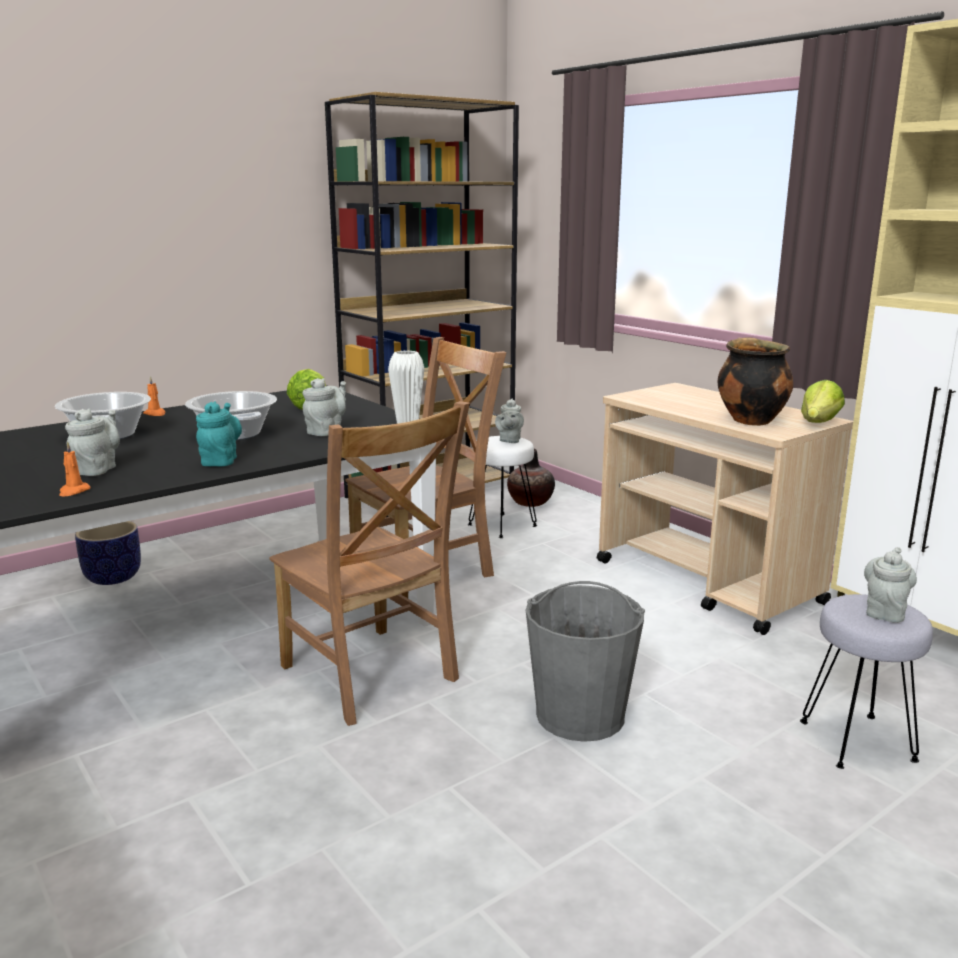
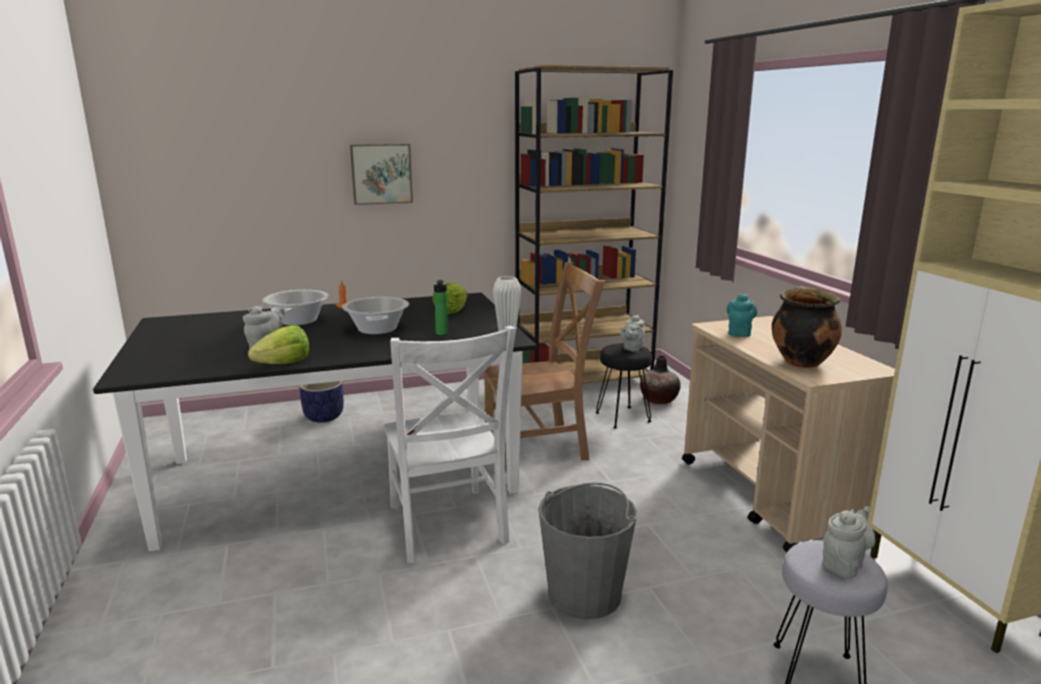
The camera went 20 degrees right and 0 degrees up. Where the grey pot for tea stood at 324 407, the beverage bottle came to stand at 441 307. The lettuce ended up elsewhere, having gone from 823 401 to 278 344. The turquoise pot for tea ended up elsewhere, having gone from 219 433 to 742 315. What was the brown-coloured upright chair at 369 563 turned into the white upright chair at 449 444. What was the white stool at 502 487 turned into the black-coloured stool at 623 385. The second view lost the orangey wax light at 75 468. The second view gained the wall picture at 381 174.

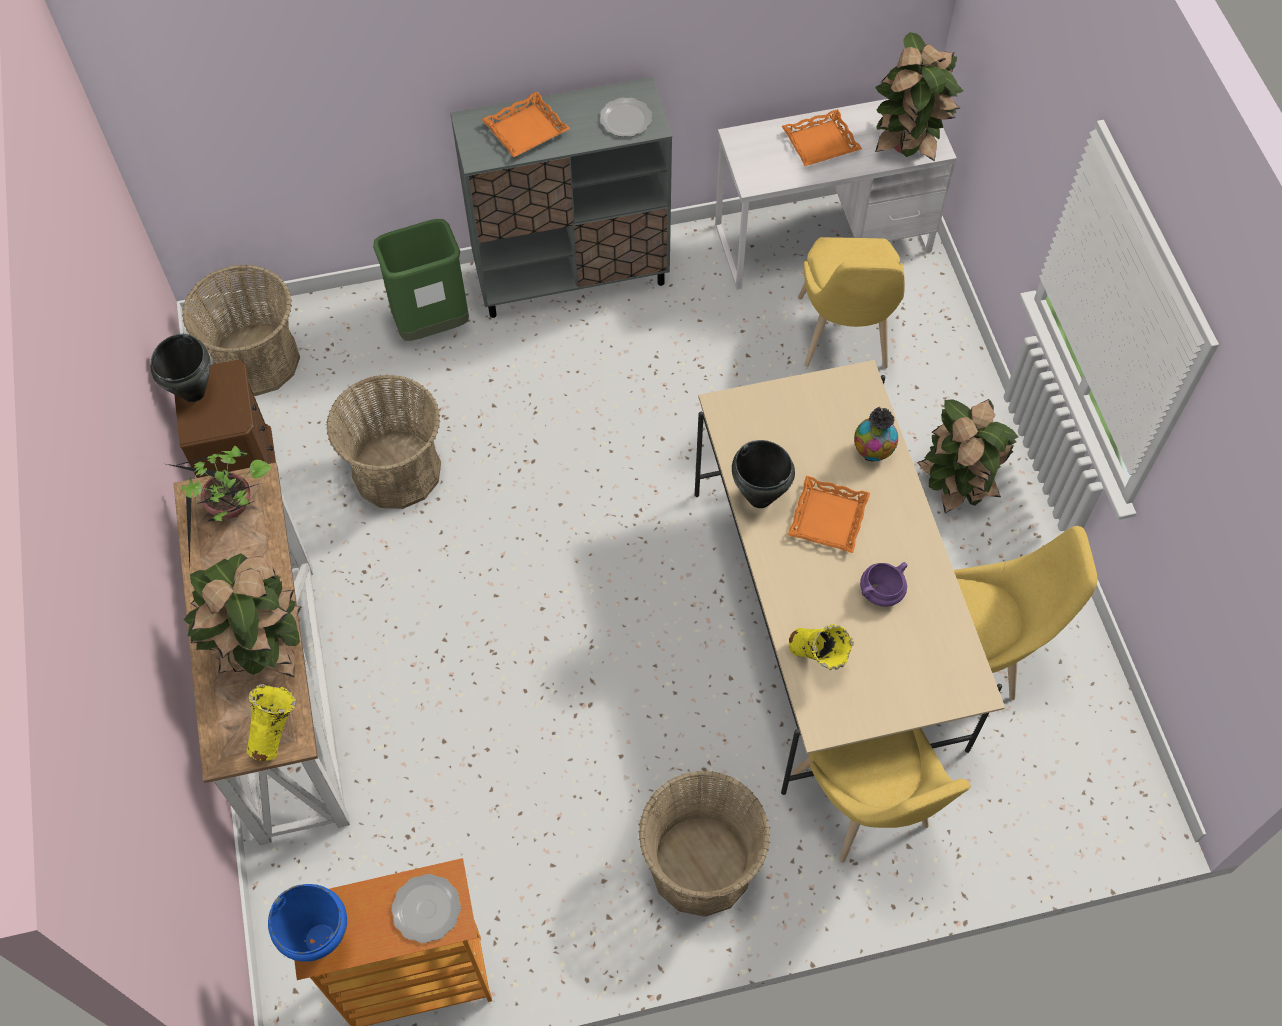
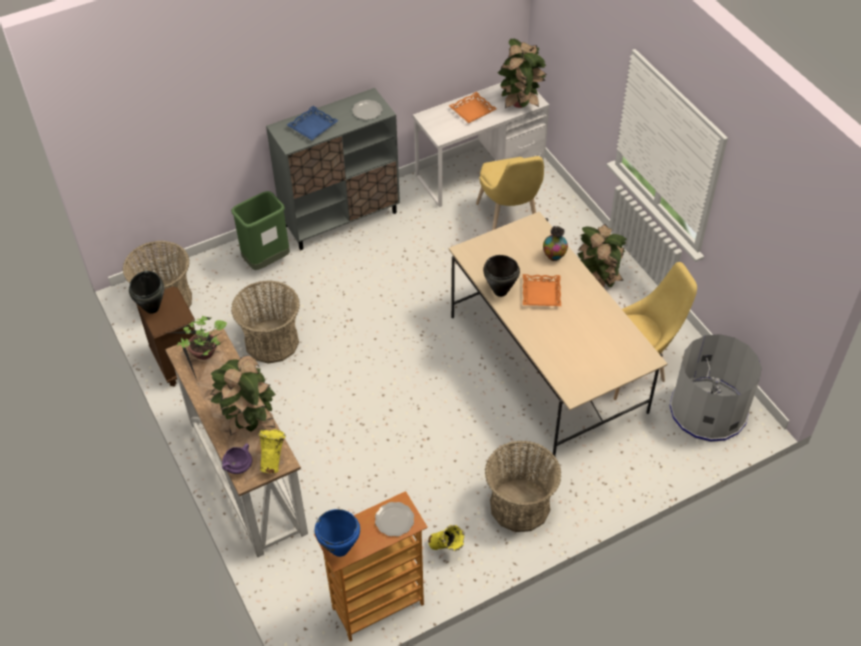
The camera went 15 degrees left and 10 degrees down. What was the orangey serving tray at 525 124 turned into the bluish serving tray at 313 123. The purple stockpot ended up elsewhere, having gone from 883 584 to 237 458. The yellowish decorative vase ended up elsewhere, having gone from 821 647 to 446 538. The second view lost the yellowish upright chair at 881 795. The second view gained the grey rubbish bin at 716 388.

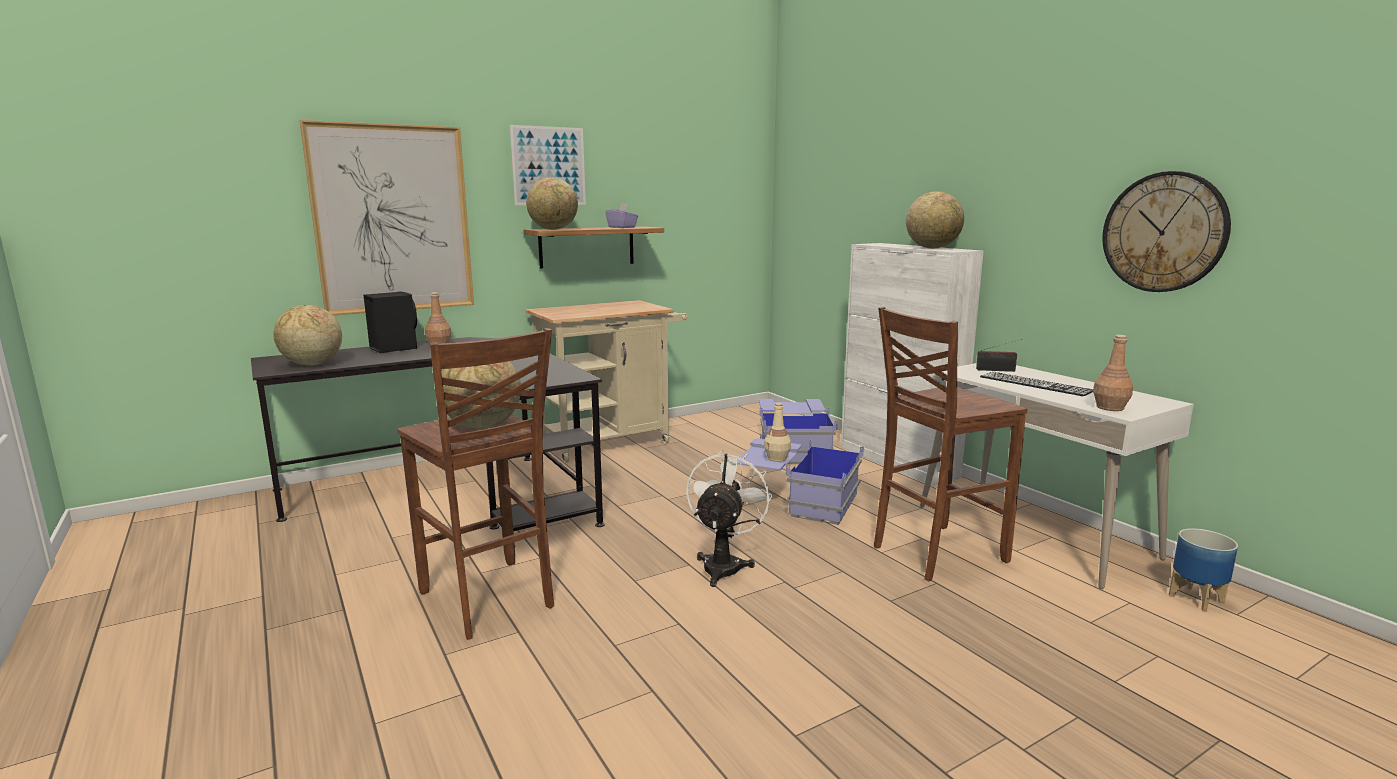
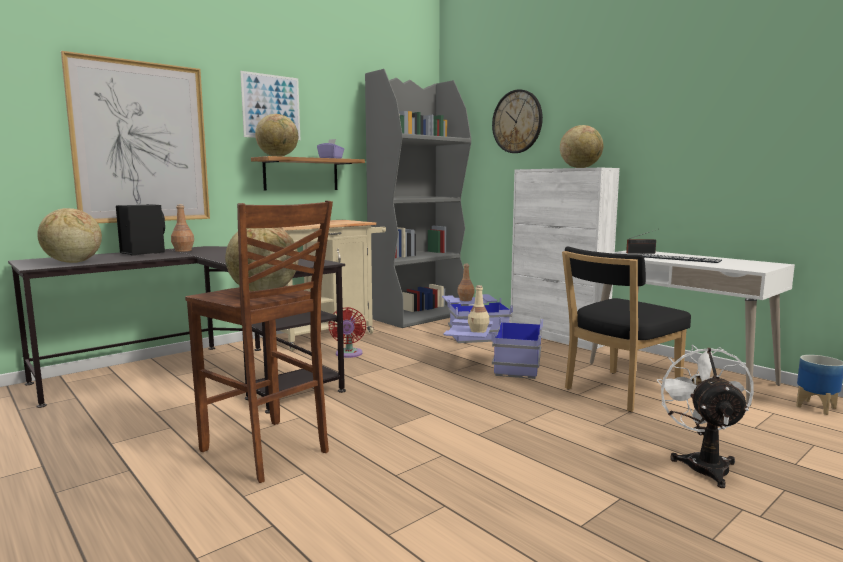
The camera went 10 degrees left and 5 degrees down. The clock on the wall ended up elsewhere, having gone from 1167 231 to 517 121. Where the brown-coloured stool stood at 950 444, the black-coloured upright chair came to stand at 626 329. The brown-coloured beverage bottle ended up elsewhere, having gone from 1113 373 to 465 282. The white electric fan ended up elsewhere, having gone from 729 518 to 705 416. The second view gained the grey bookcase at 418 198. The second view gained the reddish electric fan at 347 332.

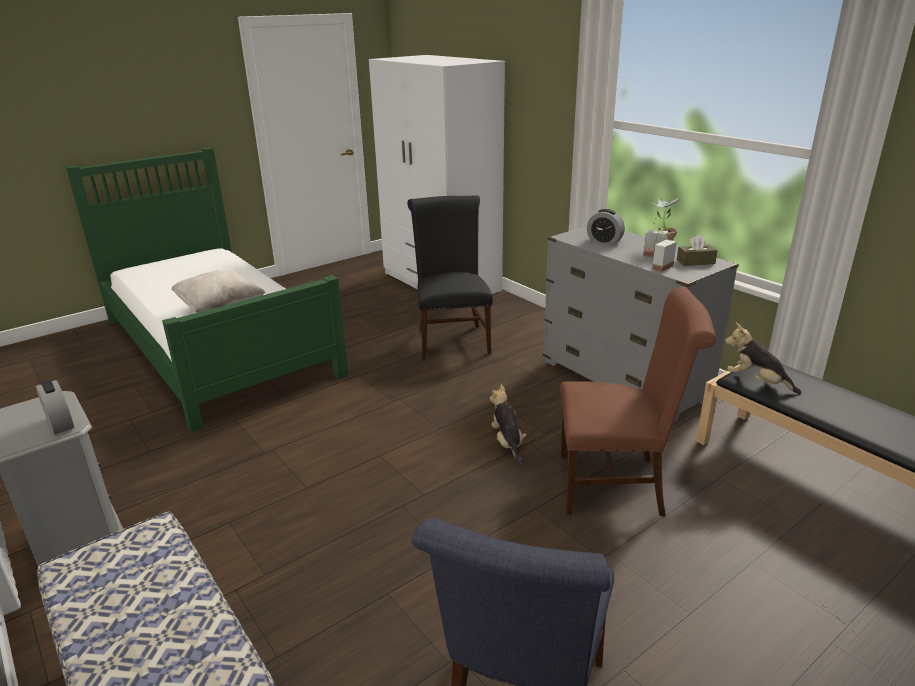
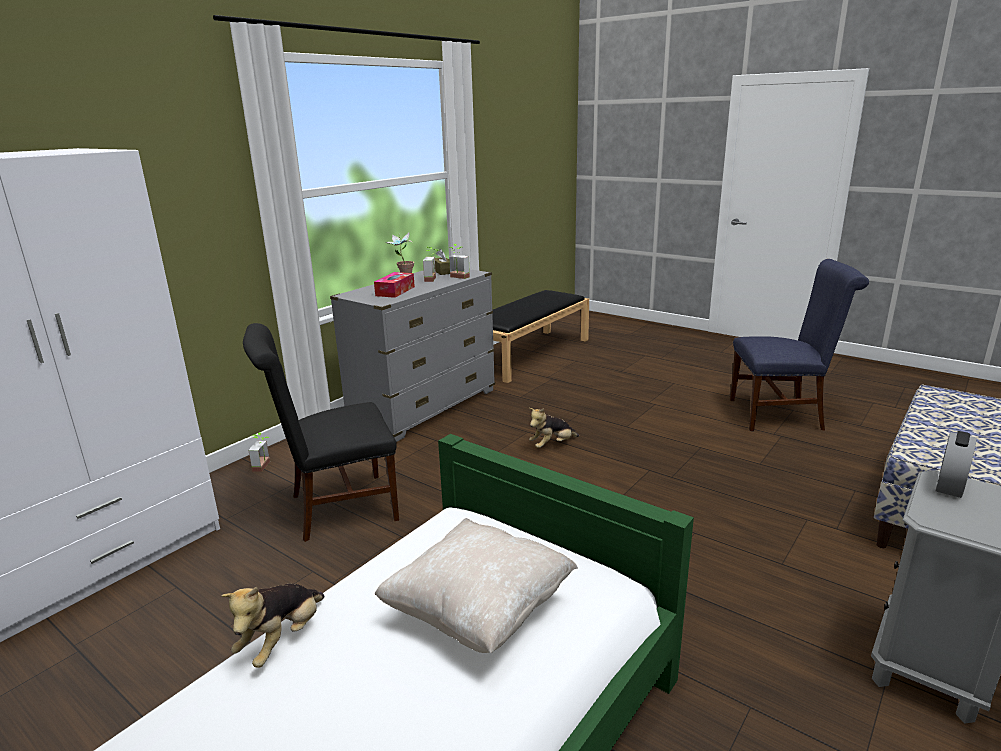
The camera went 105 degrees left and 5 degrees down. Where the alarm clock stood at 606 227, the box of tissues came to stand at 394 285. The second view lost the brown-coloured upright chair at 638 402. The plush toy ended up elsewhere, having gone from 763 358 to 273 625. The second view gained the houseplant at 259 452.

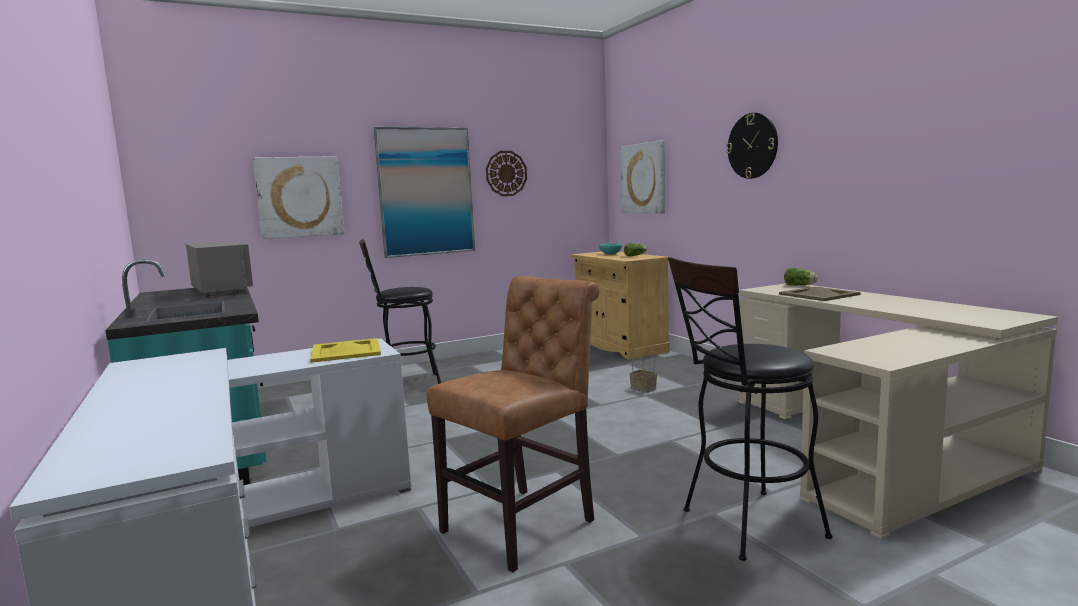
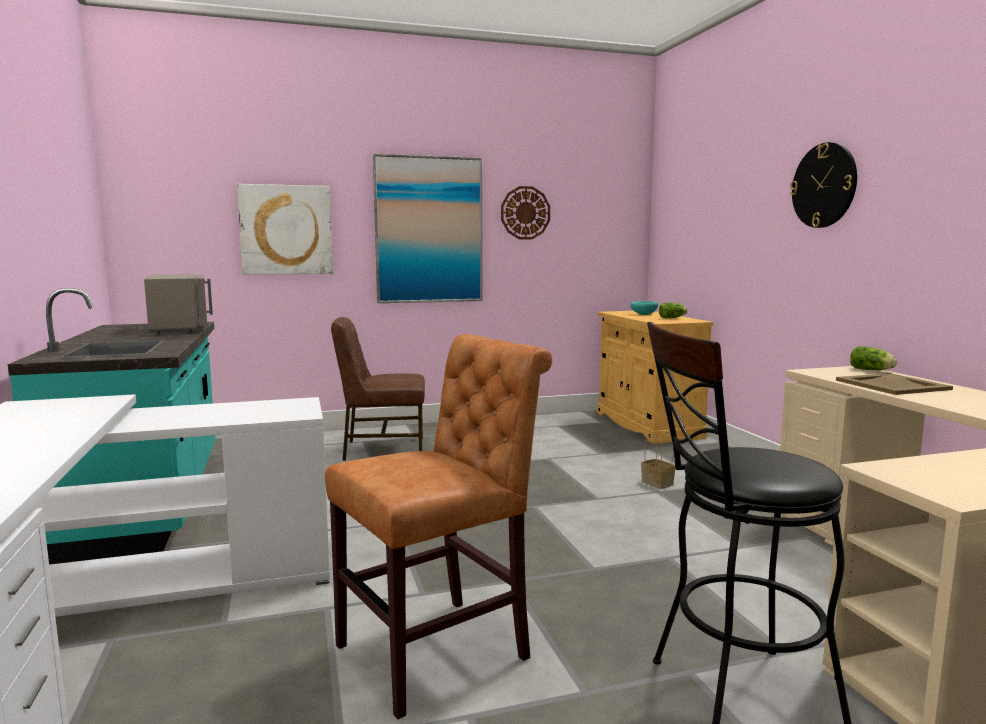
The camera went 10 degrees right and 0 degrees up. The second view lost the wall picture at 643 176. Where the black-coloured stool stood at 400 311, the brown-coloured upright chair came to stand at 378 389. The second view lost the yellowish serving tray at 345 350.

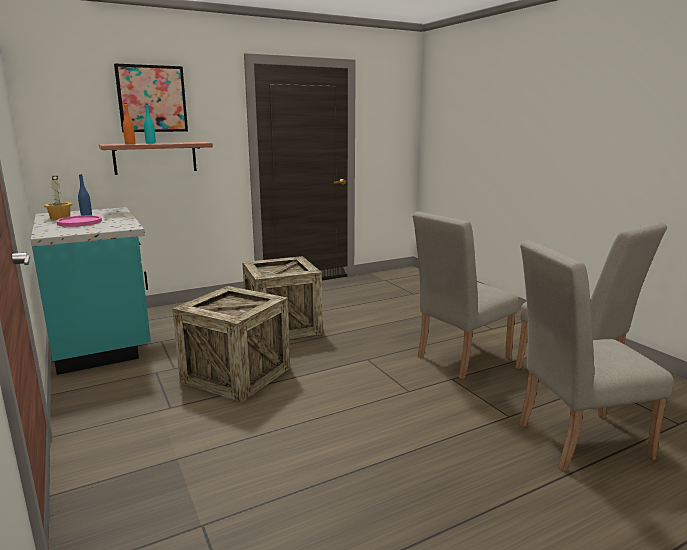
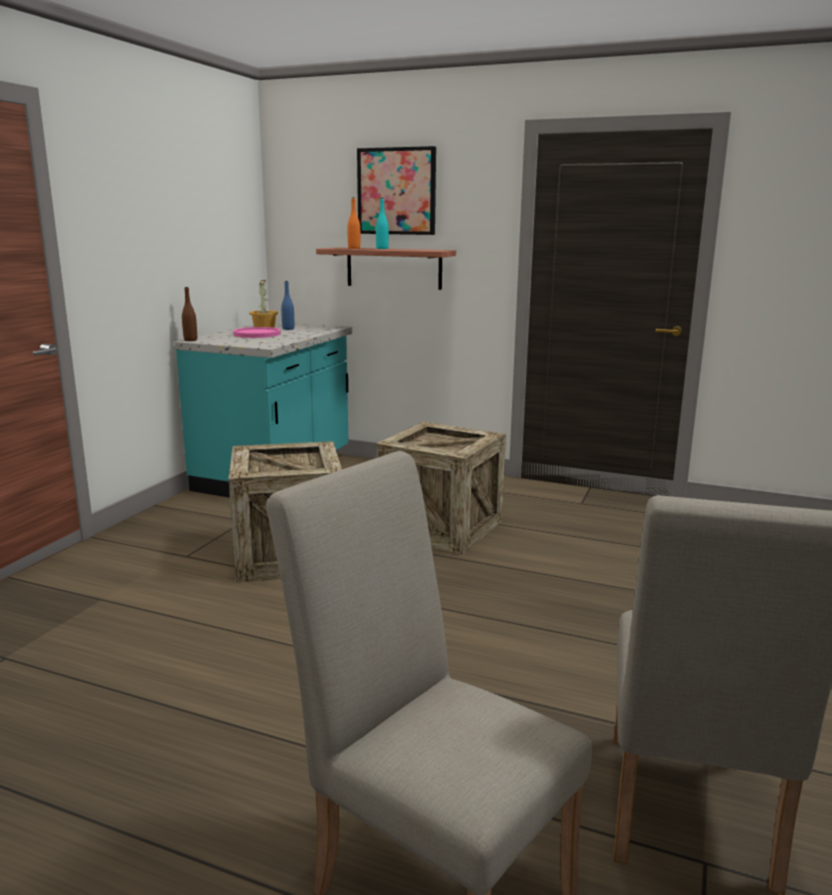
The camera went 50 degrees right and 0 degrees up. The second view lost the sand-coloured upright chair at 466 296. The second view gained the brown-coloured beverage bottle at 189 314.

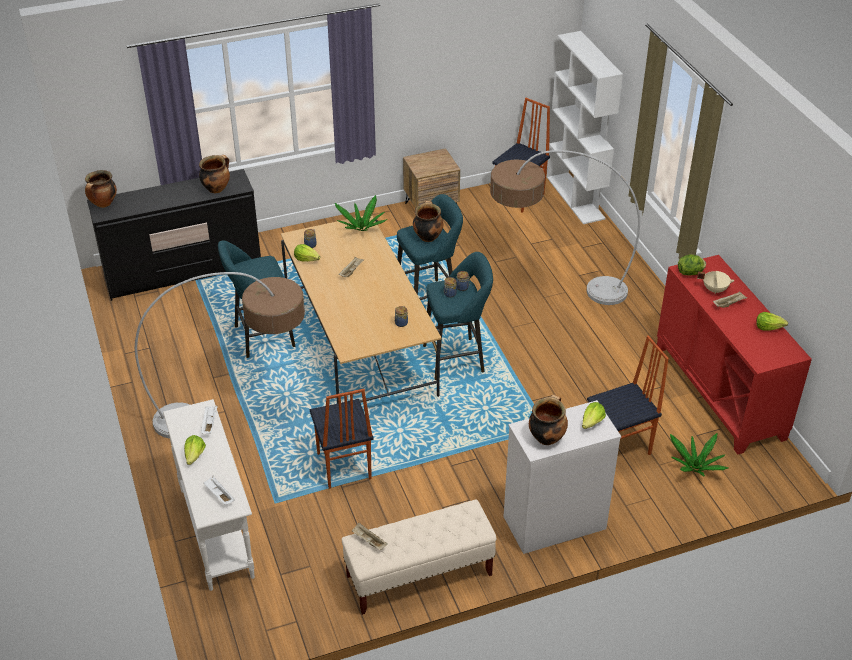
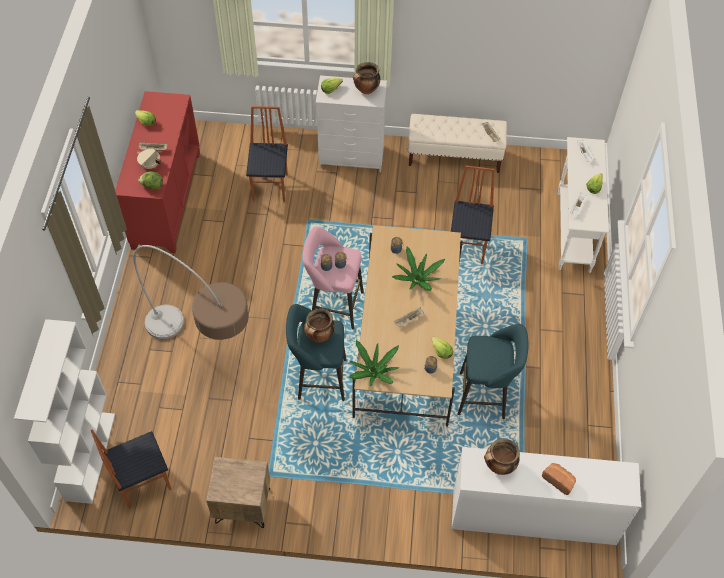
The camera went 155 degrees left and 15 degrees up. What was the black-coloured drawer chest at 174 235 turned into the white drawer chest at 546 496. The second view lost the stockpot at 101 189. What was the turquoise stool at 458 316 turned into the pink-coloured stool at 333 277. The second view lost the standard lamp at 220 355. The upright chair at 628 395 ended up facing another way, 90 degrees clockwise from before. The houseplant ended up elsewhere, having gone from 699 455 to 418 268. The second view gained the bread at 559 479.

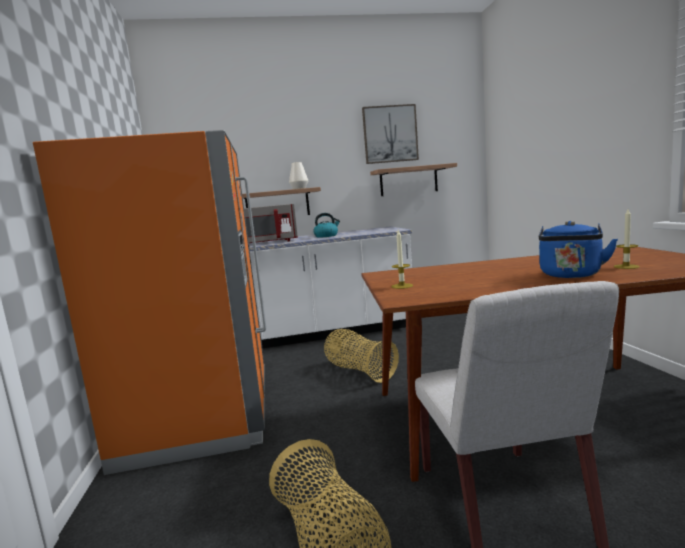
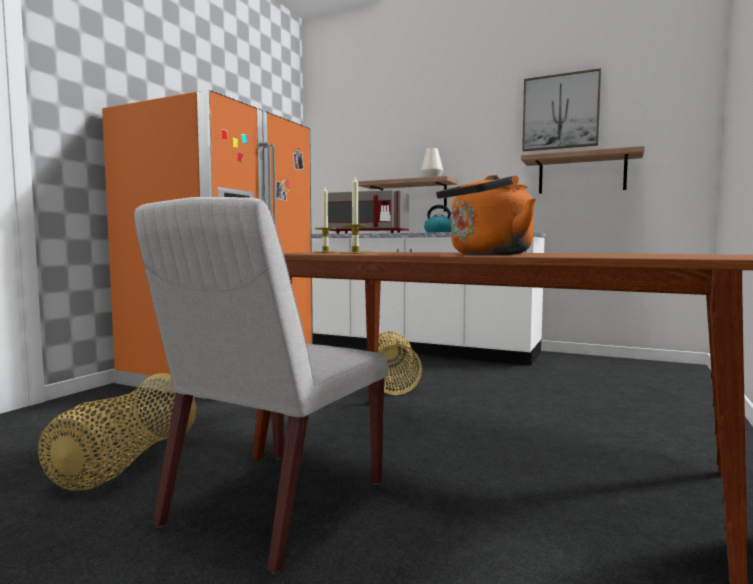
The camera went 35 degrees right and 5 degrees down. The wax light ended up elsewhere, having gone from 627 239 to 355 215. What was the bluish kettle at 578 249 turned into the orangey kettle at 486 215.

